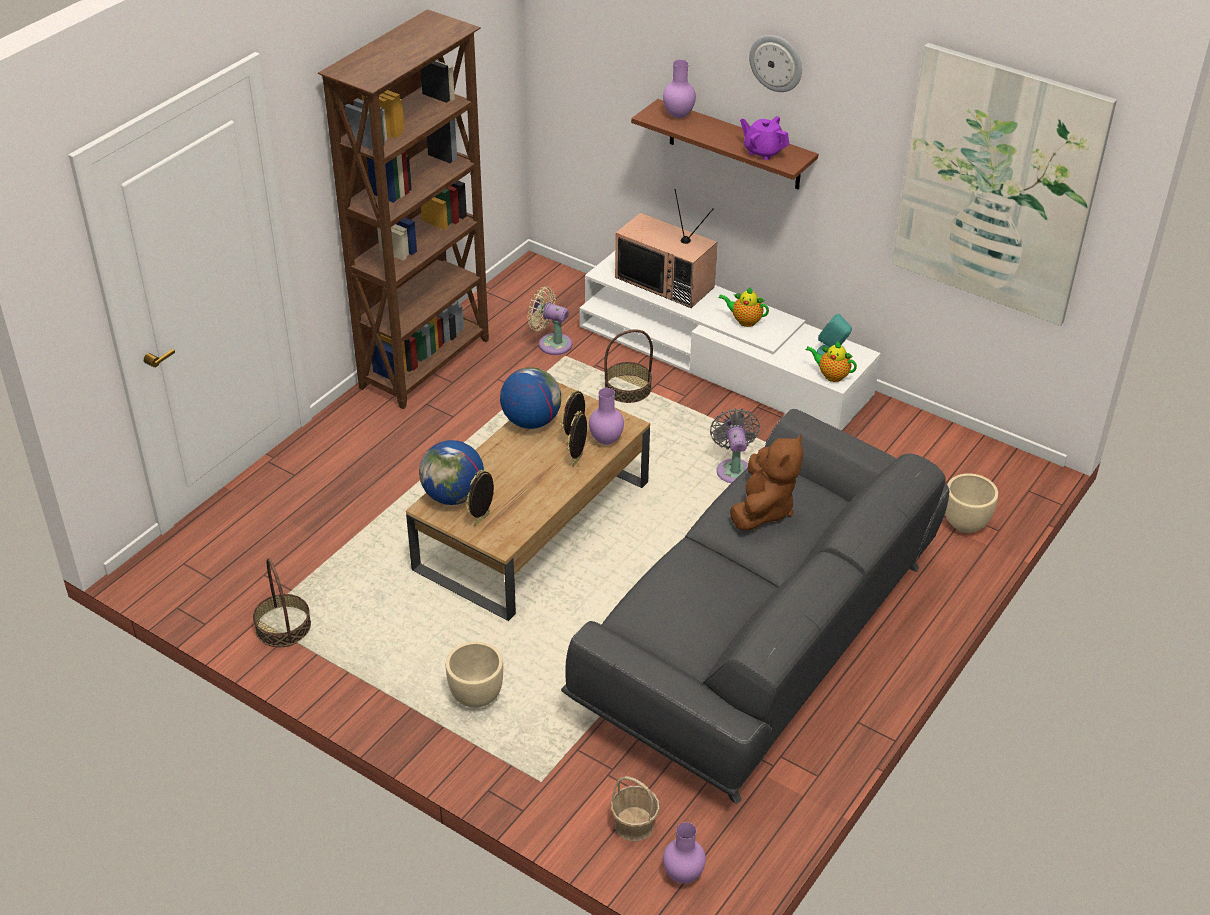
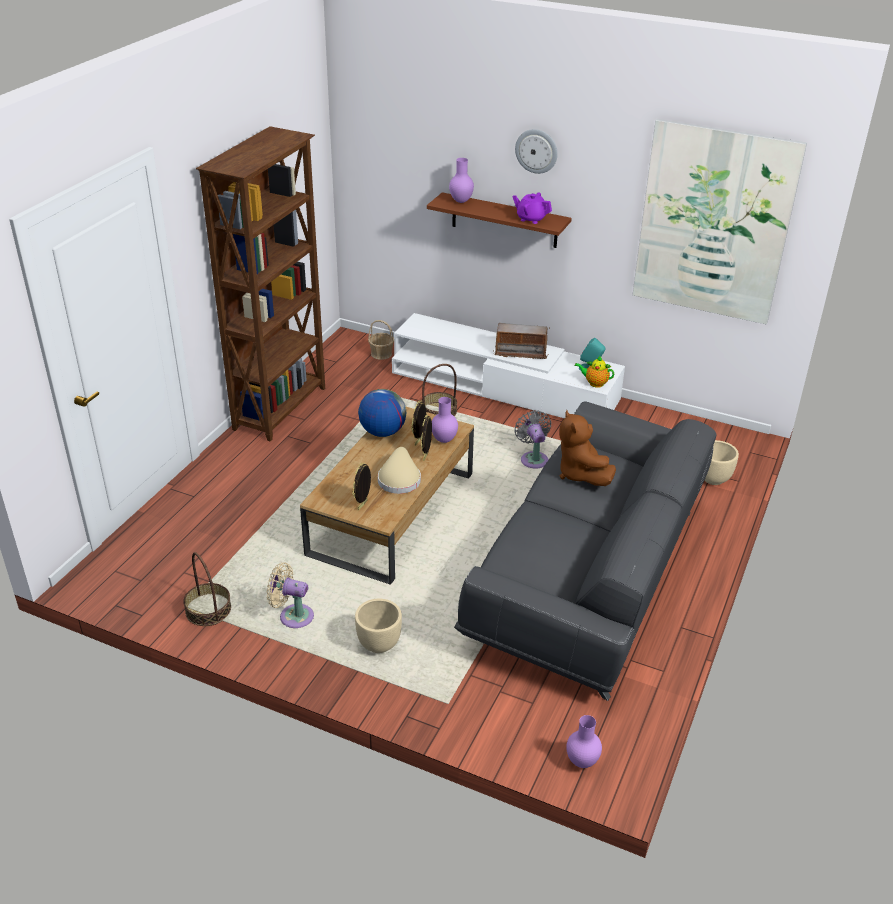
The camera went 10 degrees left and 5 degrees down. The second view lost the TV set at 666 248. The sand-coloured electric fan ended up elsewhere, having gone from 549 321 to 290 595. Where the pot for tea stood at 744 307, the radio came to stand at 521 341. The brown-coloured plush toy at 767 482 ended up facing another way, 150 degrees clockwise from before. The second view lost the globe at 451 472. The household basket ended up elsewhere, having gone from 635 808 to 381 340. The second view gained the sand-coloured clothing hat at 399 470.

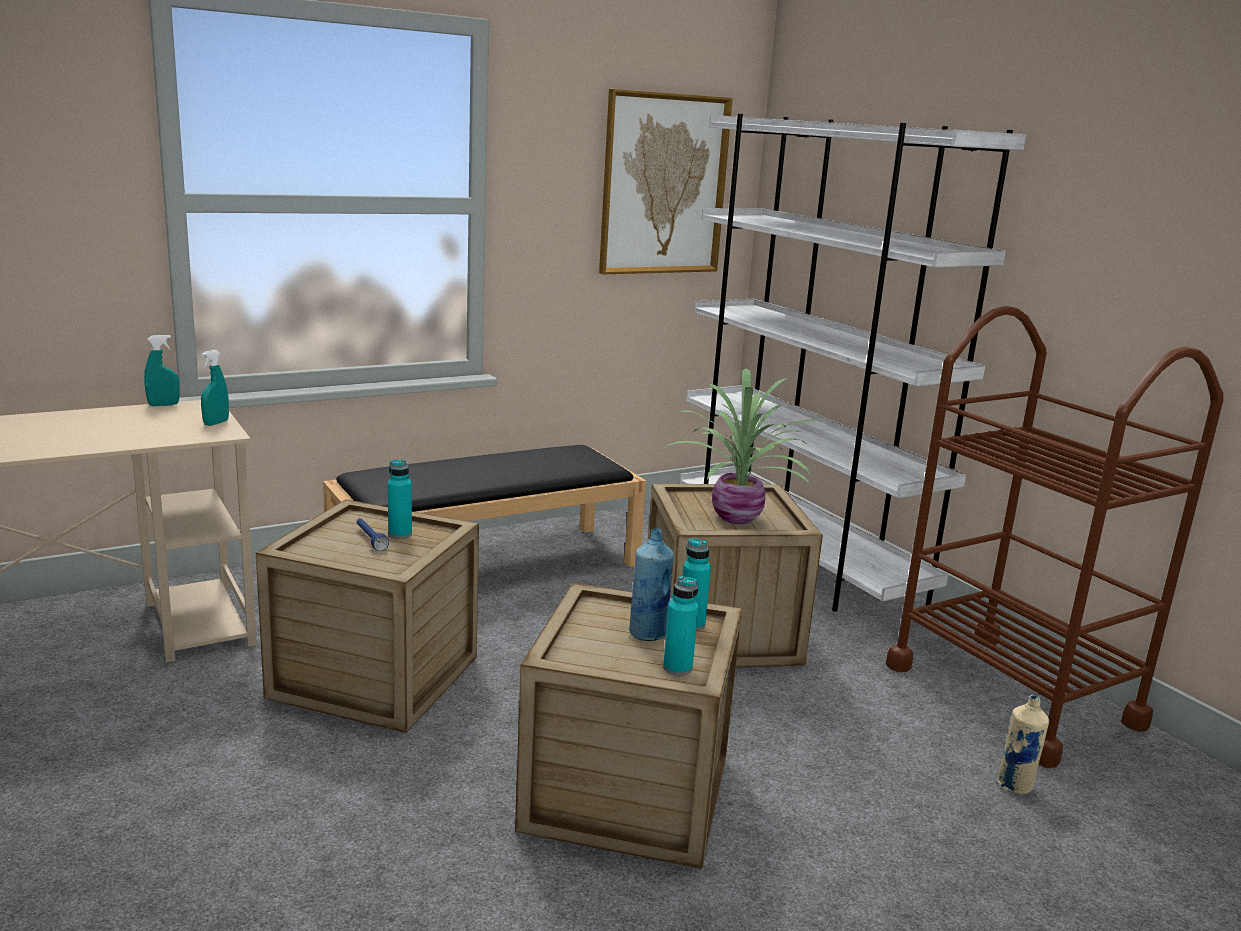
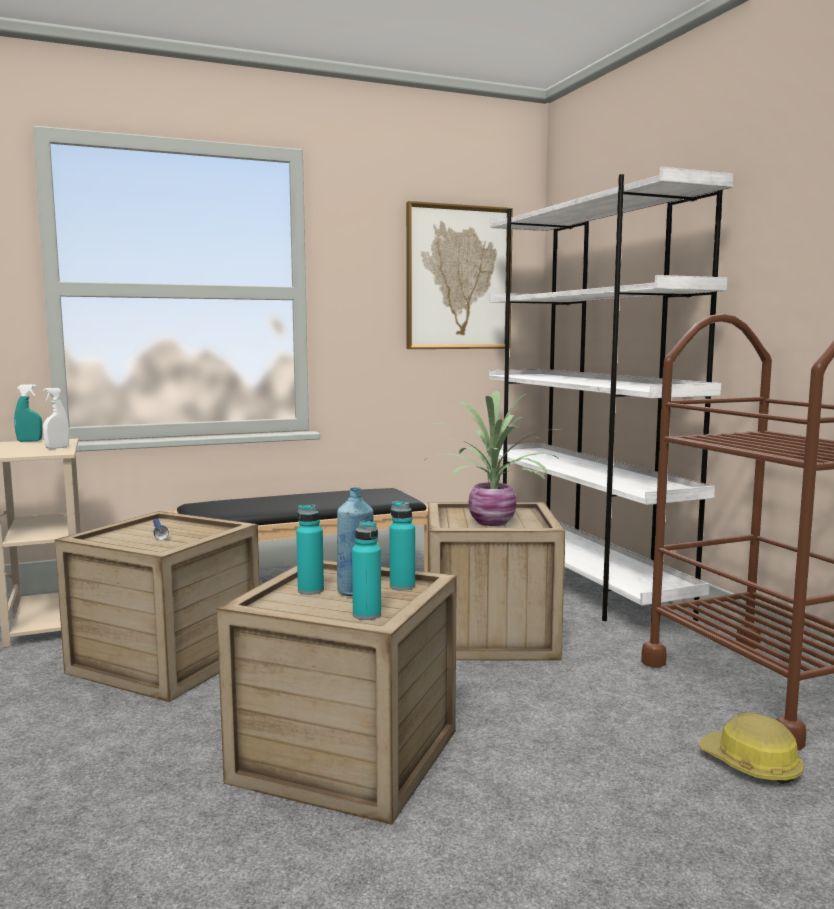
The camera went 10 degrees right and 10 degrees down. What was the turquoise spray bottle at 215 388 turned into the white spray bottle at 56 418. The turquoise beverage bottle ended up elsewhere, having gone from 400 499 to 310 549. Where the sand-coloured beverage bottle stood at 1023 744, the hard hat came to stand at 751 748.

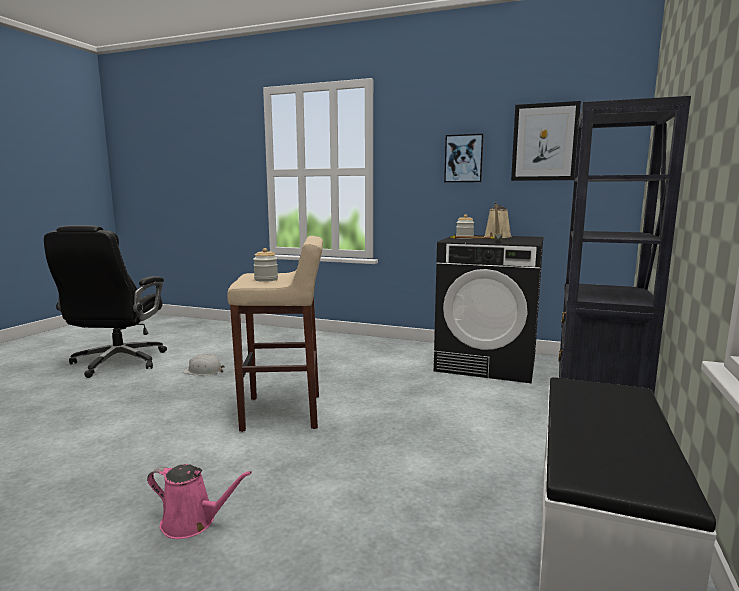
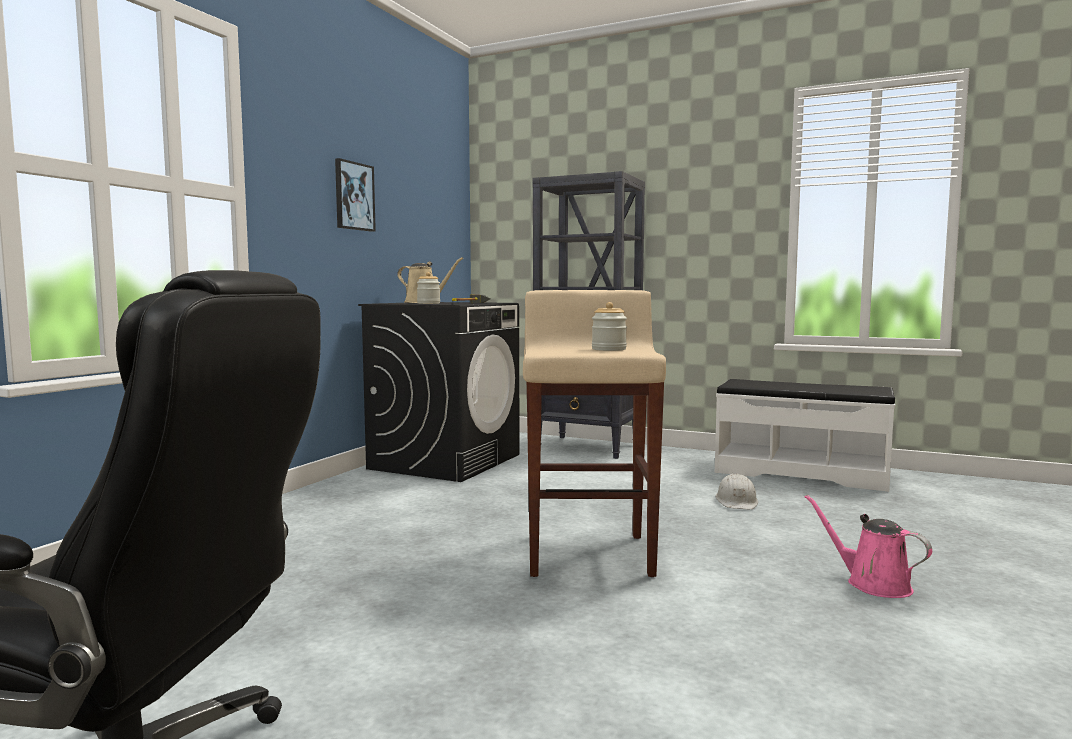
The camera went 85 degrees left and 5 degrees down. The second view lost the wall picture at 546 141. The white hard hat ended up elsewhere, having gone from 203 365 to 736 491. The pink-coloured watering pot at 199 501 ended up facing another way, 60 degrees counterclockwise from before.

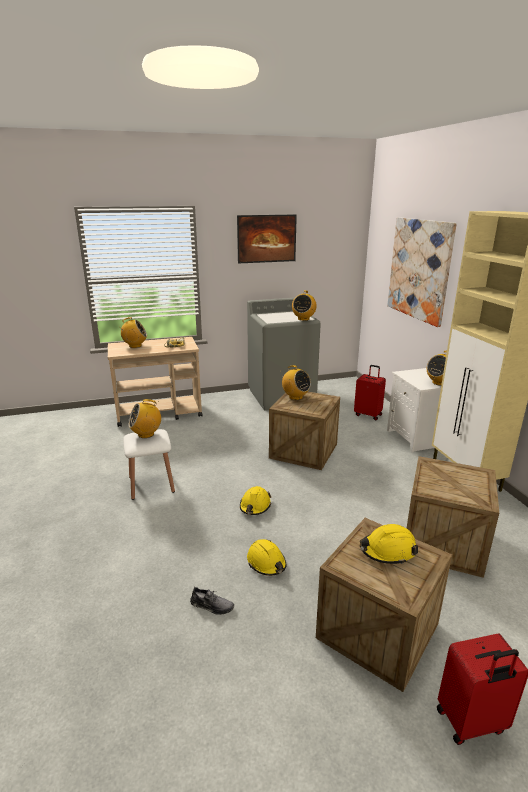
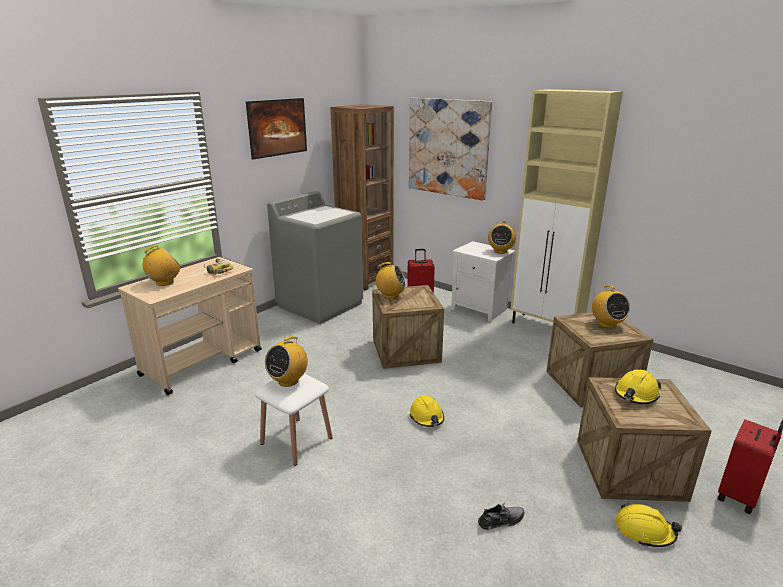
The camera went 35 degrees left and 0 degrees up. The radio ended up elsewhere, having gone from 304 305 to 611 306. The yellowish hard hat ended up elsewhere, having gone from 267 557 to 648 525. The second view gained the brown-coloured bookcase at 362 197.

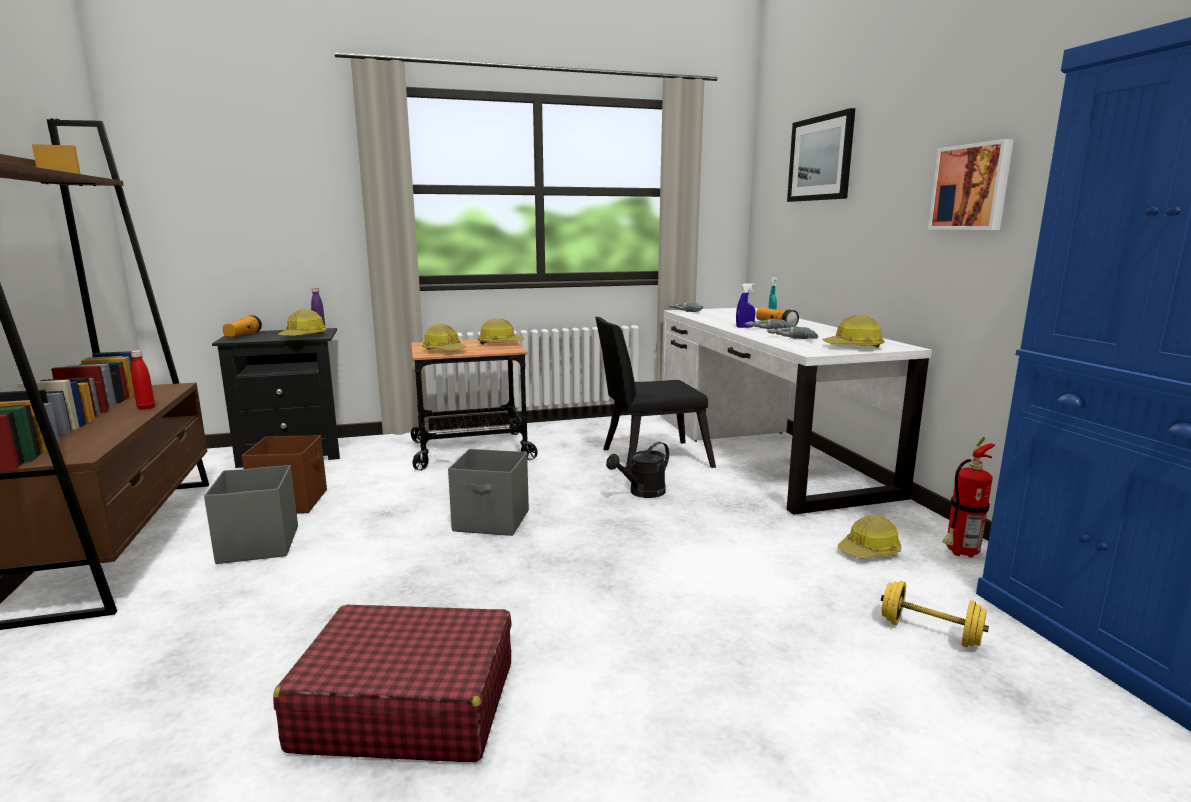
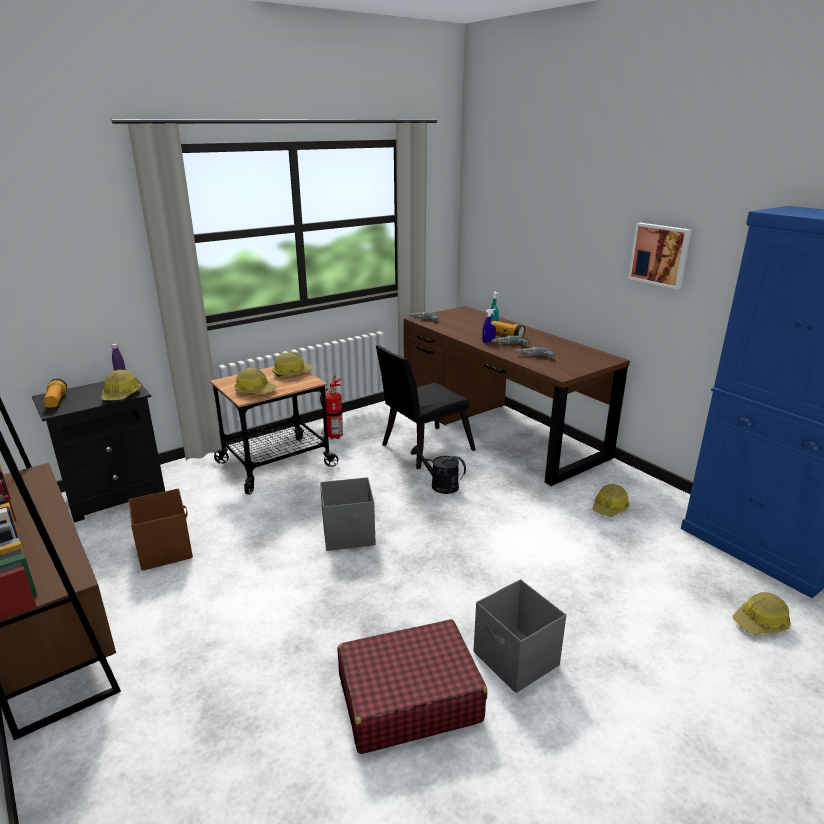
The camera went 20 degrees left and 10 degrees up. The second view lost the wall picture at 821 155. What was the white desk unit at 796 411 turned into the brown-coloured desk unit at 517 396. The hard hat ended up elsewhere, having gone from 853 331 to 762 613. The second view lost the reddish beverage bottle at 143 380. The fire-fighting cylinder ended up elsewhere, having gone from 968 497 to 331 407. The black-coloured watering pot at 637 470 ended up facing another way, 90 degrees clockwise from before. The grey storage box ended up elsewhere, having gone from 251 514 to 520 636. The second view lost the yellowish free weight at 935 614.

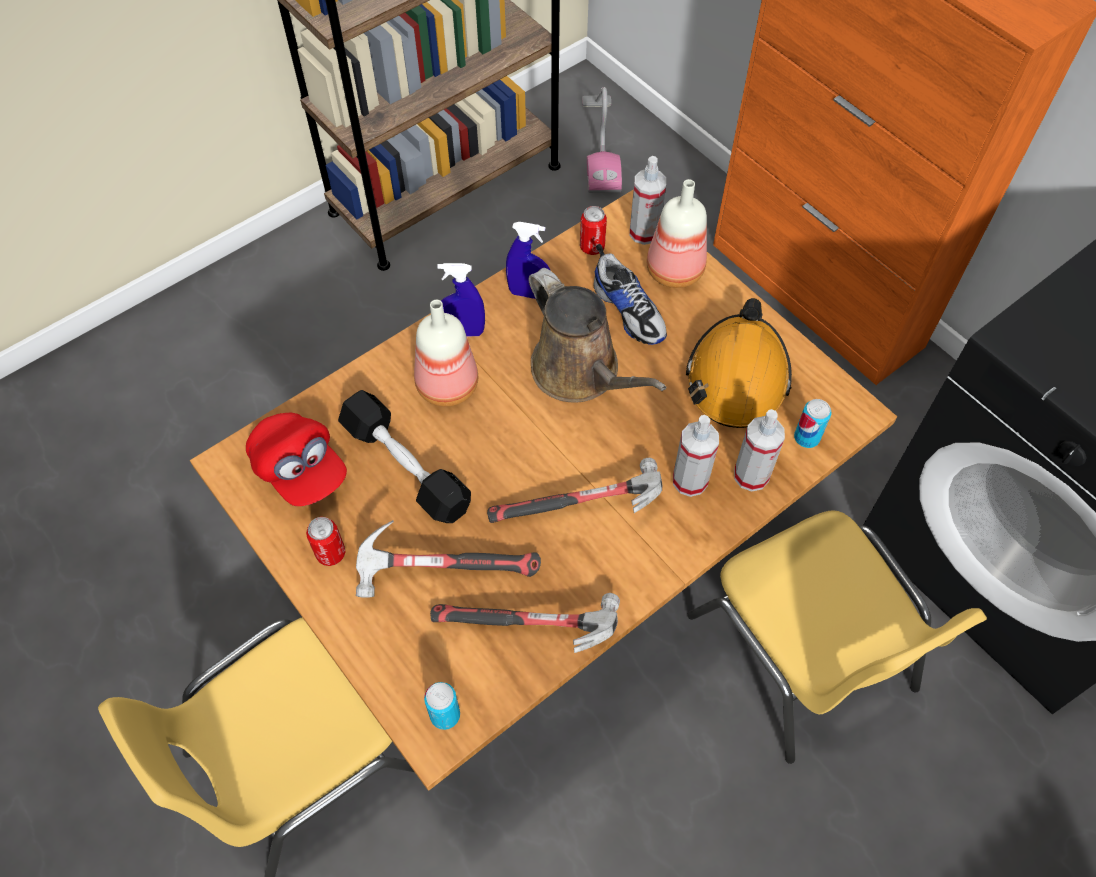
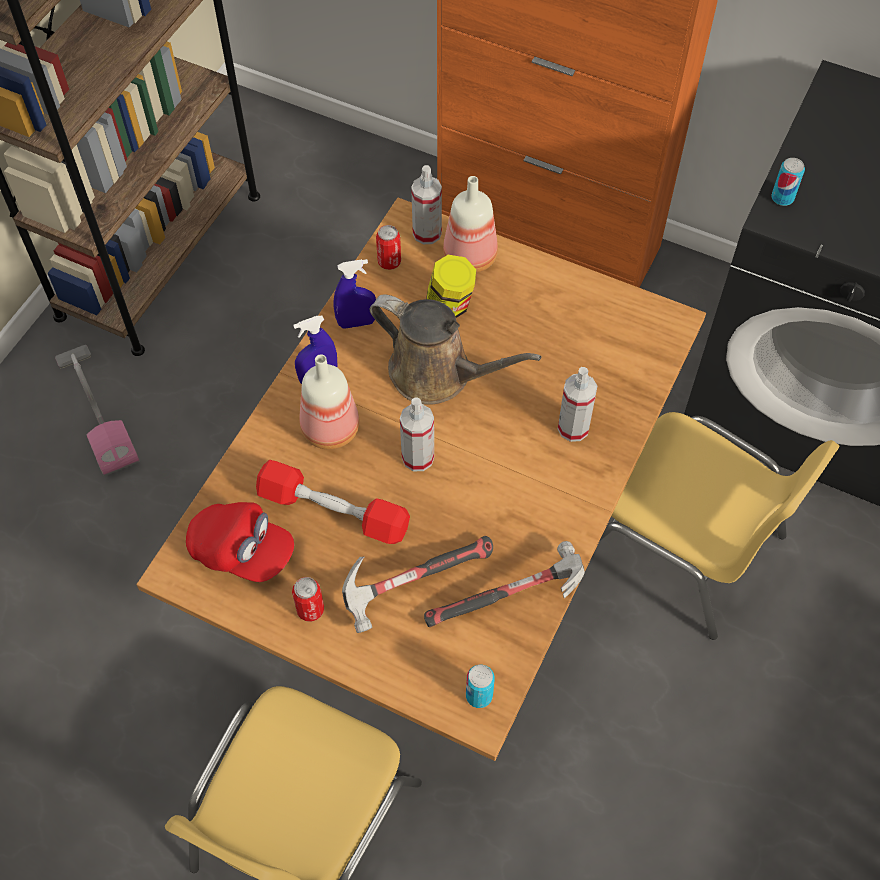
The camera went 25 degrees left and 0 degrees up. The vacuum cleaner ended up elsewhere, having gone from 602 140 to 97 410. Where the item of footwear stood at 630 294, the preserve jar came to stand at 451 286. The second view lost the orangey hard hat at 739 363. What was the black-coloured free weight at 404 456 turned into the reddish free weight at 333 502. The can ended up elsewhere, having gone from 812 423 to 788 182. The spray bottle ended up elsewhere, having gone from 759 450 to 417 434. The second view lost the hammer at 574 490.

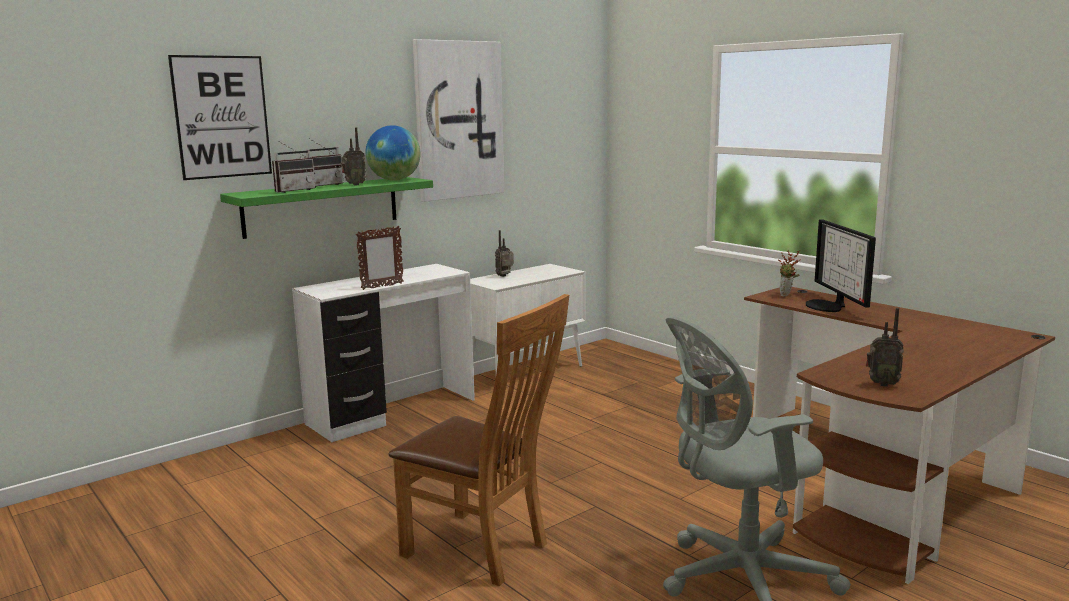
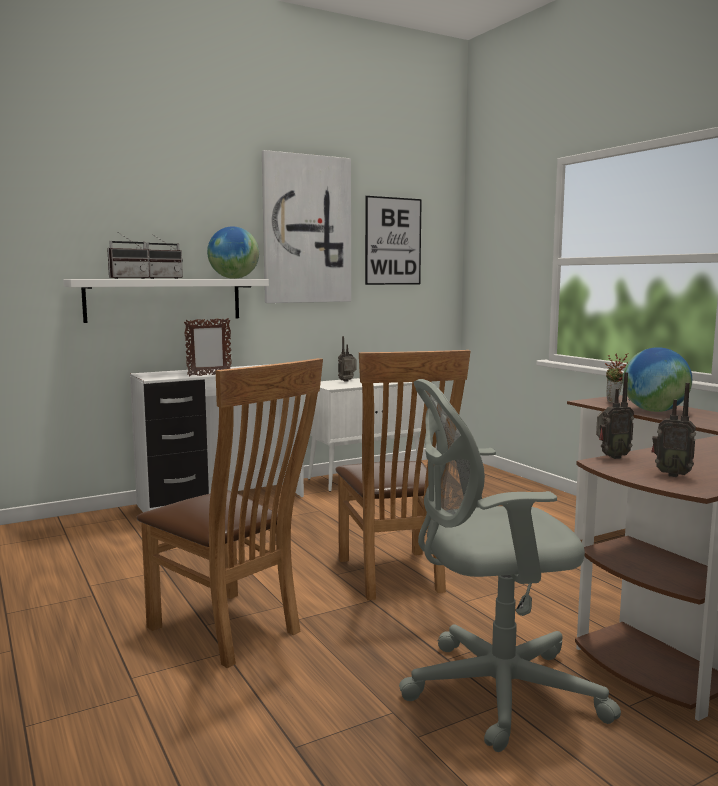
The camera went 10 degrees right and 5 degrees down. The wall picture ended up elsewhere, having gone from 220 117 to 393 240. The radio ended up elsewhere, having gone from 353 157 to 615 415. What was the green wall shelf at 326 208 turned into the white wall shelf at 166 301. Where the monitor stood at 841 265, the globe came to stand at 657 379. The second view gained the brown-coloured upright chair at 403 475.

